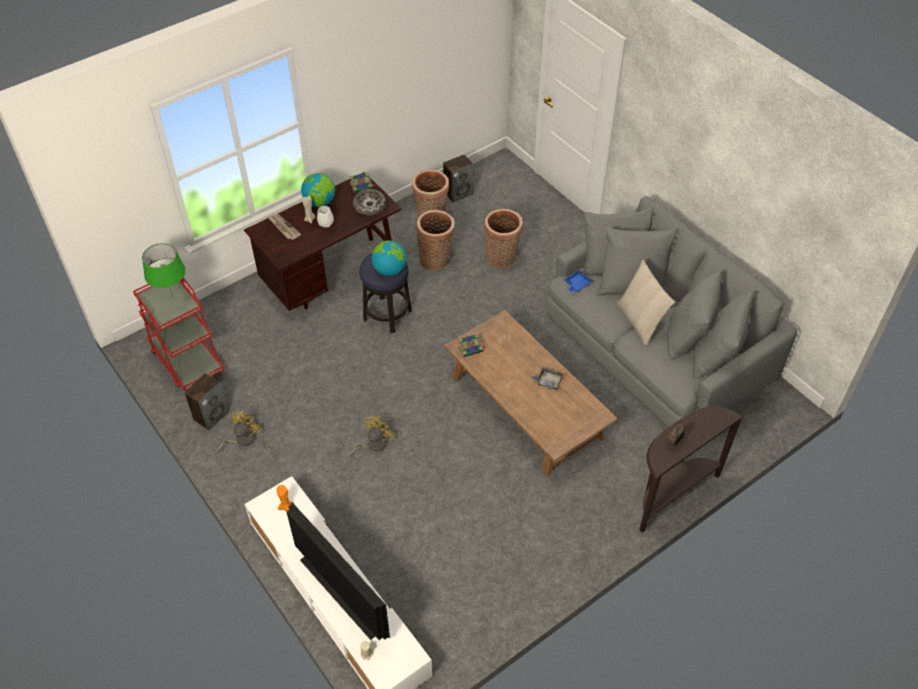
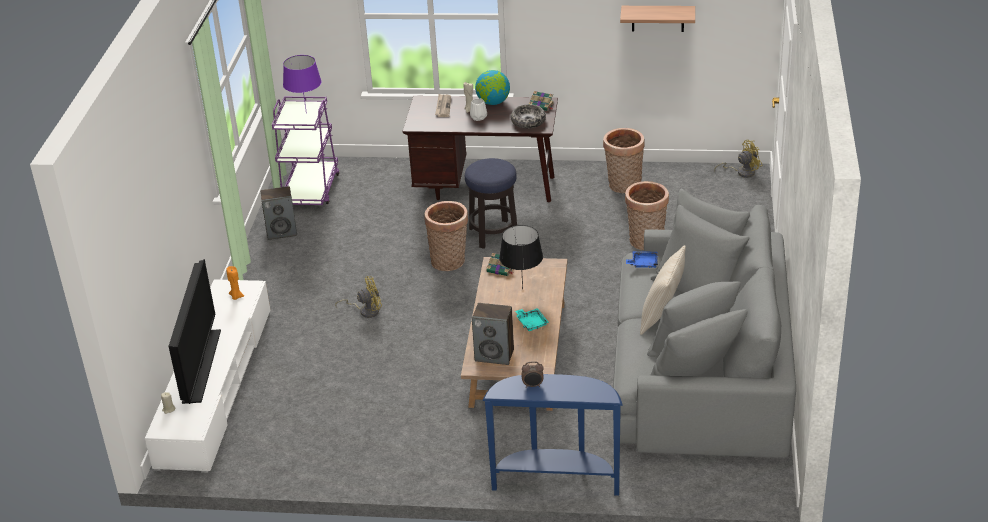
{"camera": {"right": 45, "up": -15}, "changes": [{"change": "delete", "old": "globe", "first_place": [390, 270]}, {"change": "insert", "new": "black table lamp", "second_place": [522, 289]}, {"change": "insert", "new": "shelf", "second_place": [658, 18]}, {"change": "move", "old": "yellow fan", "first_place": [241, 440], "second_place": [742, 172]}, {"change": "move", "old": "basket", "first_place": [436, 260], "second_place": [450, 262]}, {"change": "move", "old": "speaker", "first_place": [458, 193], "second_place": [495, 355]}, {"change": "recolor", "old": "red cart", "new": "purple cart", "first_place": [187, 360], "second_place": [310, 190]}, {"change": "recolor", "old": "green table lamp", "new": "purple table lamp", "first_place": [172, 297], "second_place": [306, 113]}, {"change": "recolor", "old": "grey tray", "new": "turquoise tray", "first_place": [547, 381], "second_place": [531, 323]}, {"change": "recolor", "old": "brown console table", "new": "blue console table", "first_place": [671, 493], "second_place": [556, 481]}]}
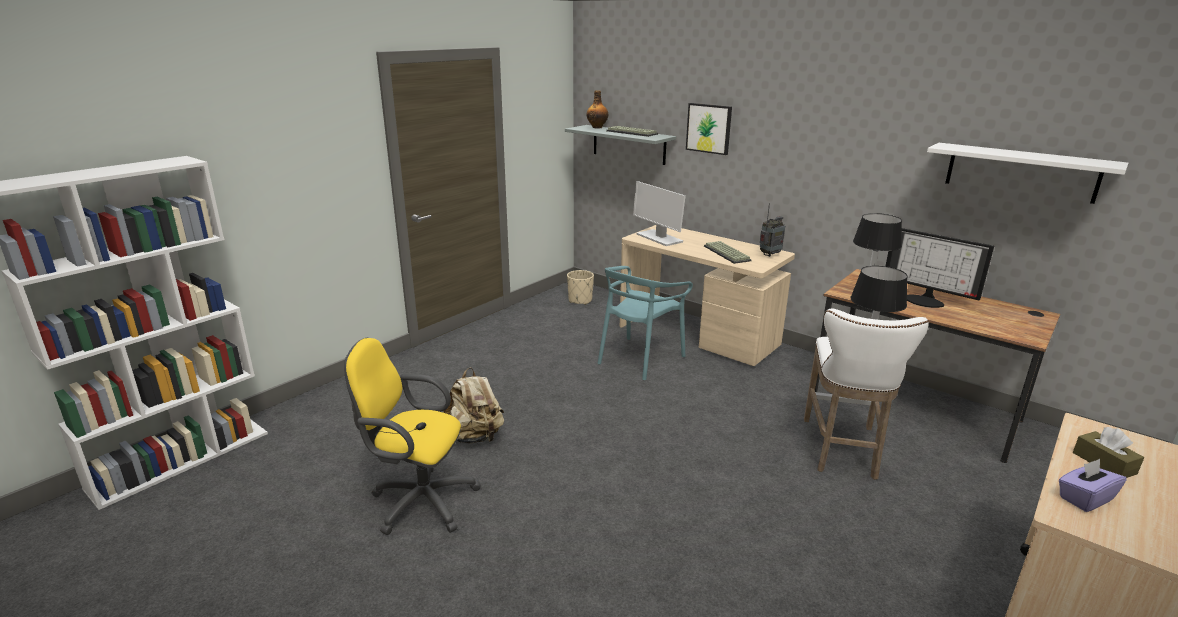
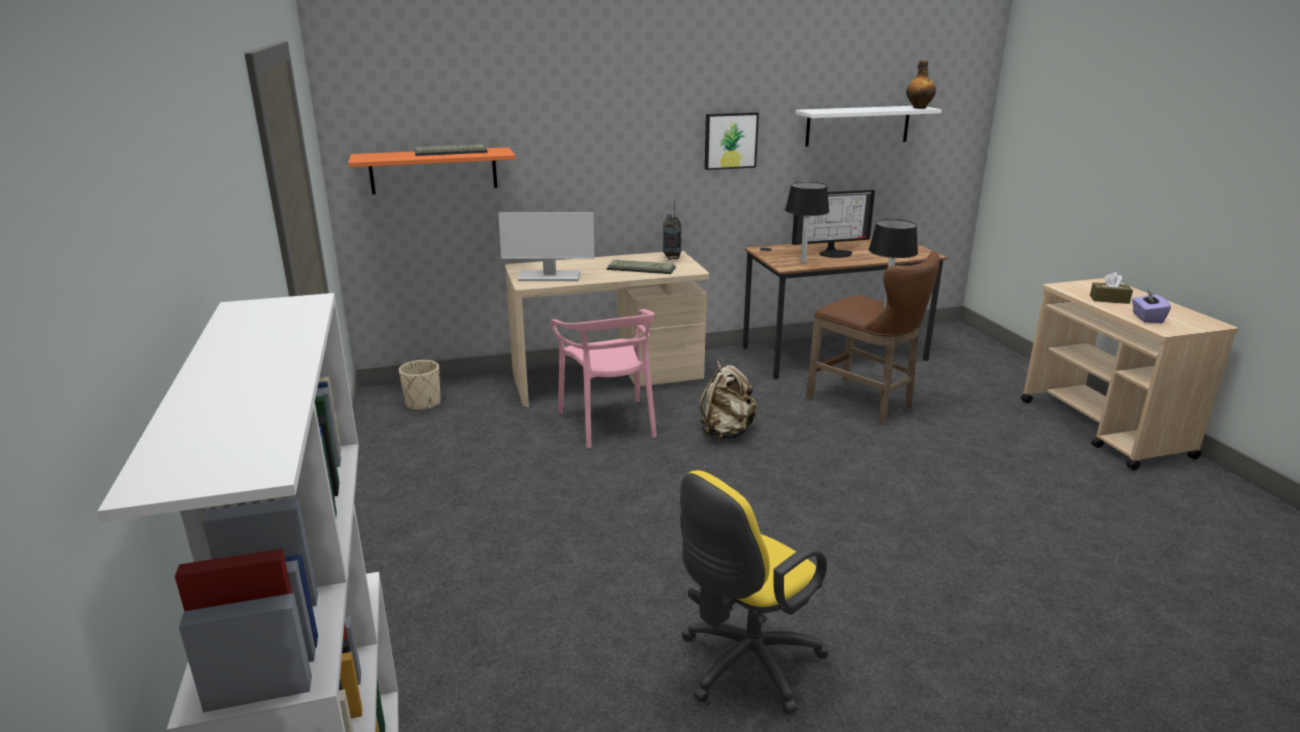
{"camera": {"right": -55, "up": 0}, "changes": [{"change": "move", "old": "beige backpack", "first_place": [475, 437], "second_place": [726, 433]}, {"change": "move", "old": "bottle", "first_place": [597, 127], "second_place": [919, 108]}, {"change": "move", "old": "picture", "first_place": [709, 128], "second_place": [730, 140]}, {"change": "recolor", "old": "grey shelf", "new": "orange shelf", "first_place": [628, 144], "second_place": [433, 170]}, {"change": "recolor", "old": "turquoise chair", "new": "pink chair", "first_place": [639, 358], "second_place": [609, 423]}, {"change": "recolor", "old": "white stool", "new": "brown stool", "first_place": [841, 451], "second_place": [865, 404]}]}
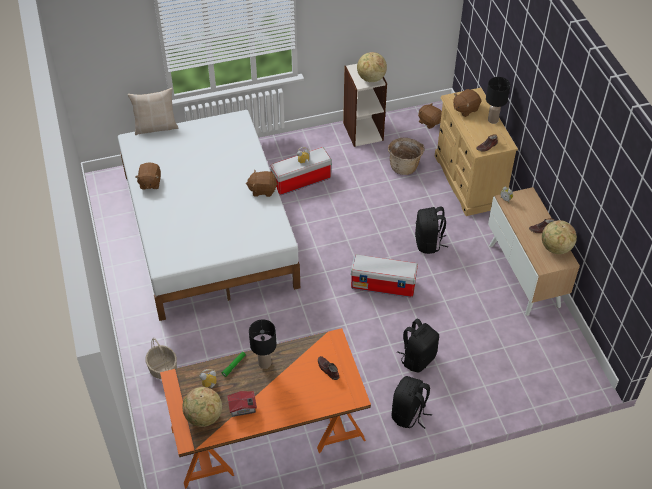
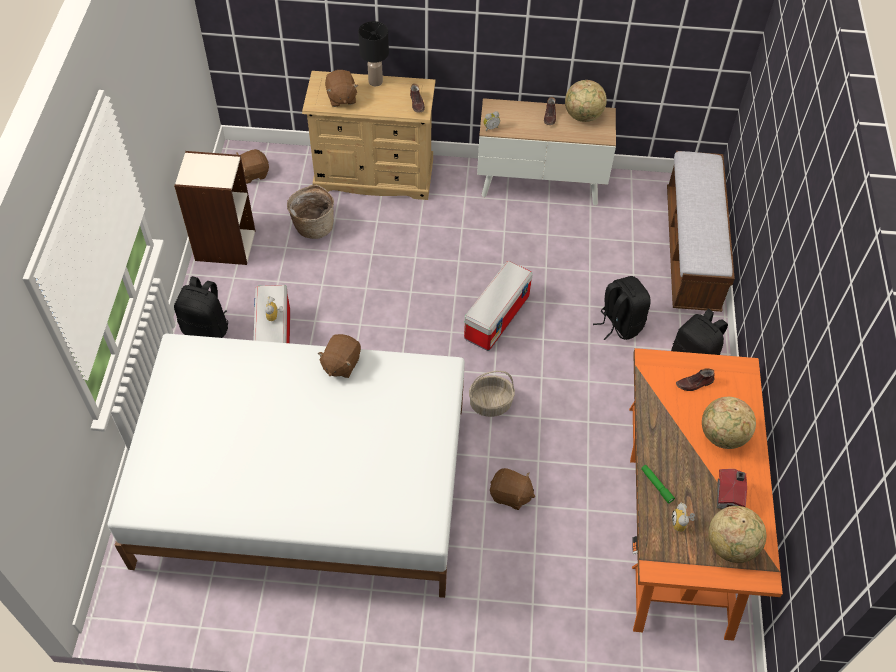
{"camera": {"right": -70, "up": 5}, "changes": [{"change": "delete", "old": "beige pillow", "first_place": [156, 127]}, {"change": "delete", "old": "black table lamp", "first_place": [265, 363]}, {"change": "insert", "new": "bench", "second_place": [691, 250]}, {"change": "move", "old": "brown plush toy", "first_place": [150, 183], "second_place": [510, 495]}, {"change": "move", "old": "basket", "first_place": [162, 368], "second_place": [490, 404]}, {"change": "move", "old": "globe", "first_place": [371, 78], "second_place": [722, 436]}, {"change": "move", "old": "black backpack", "first_place": [428, 243], "second_place": [206, 328]}]}
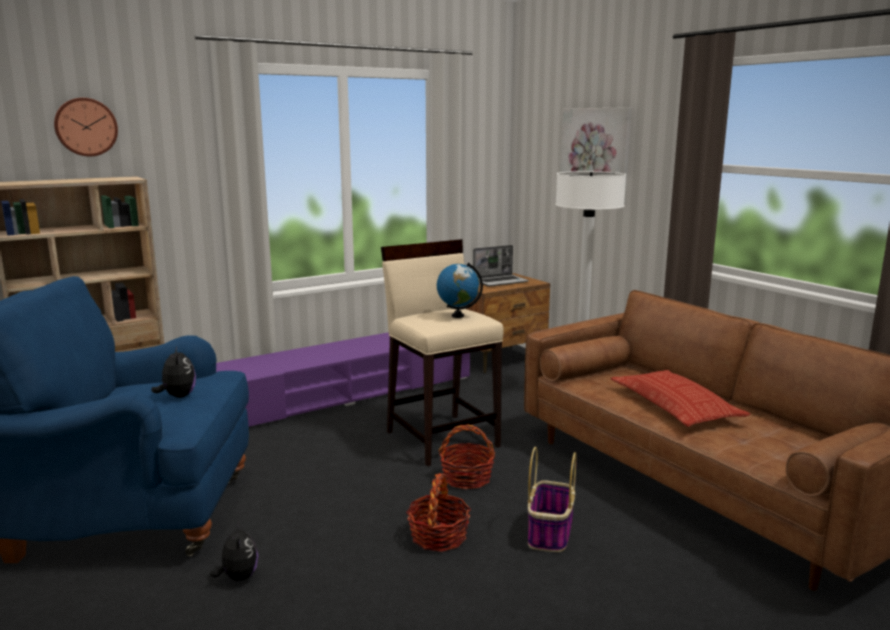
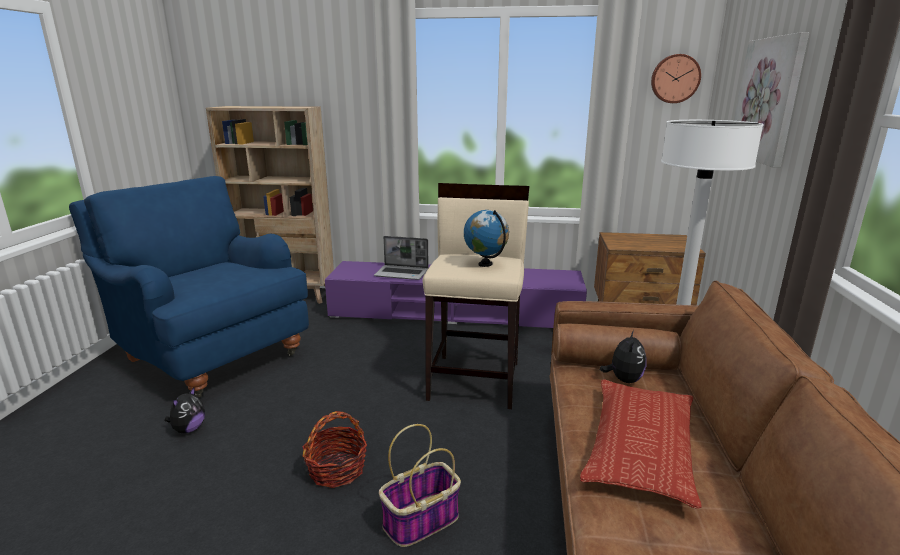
{"camera": {"right": 40, "up": 5}, "changes": [{"change": "delete", "old": "basket", "first_place": [467, 478]}, {"change": "move", "old": "wall clock", "first_place": [86, 127], "second_place": [675, 79]}, {"change": "move", "old": "plush toy", "first_place": [178, 396], "second_place": [623, 380]}, {"change": "move", "old": "laptop", "first_place": [500, 281], "second_place": [402, 273]}]}
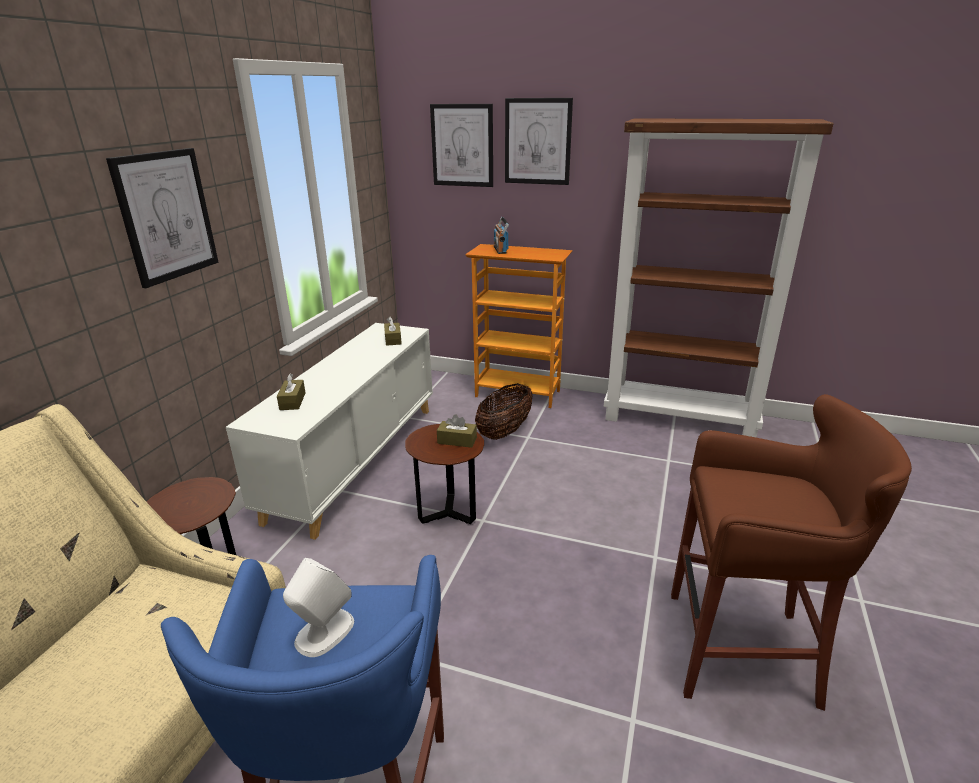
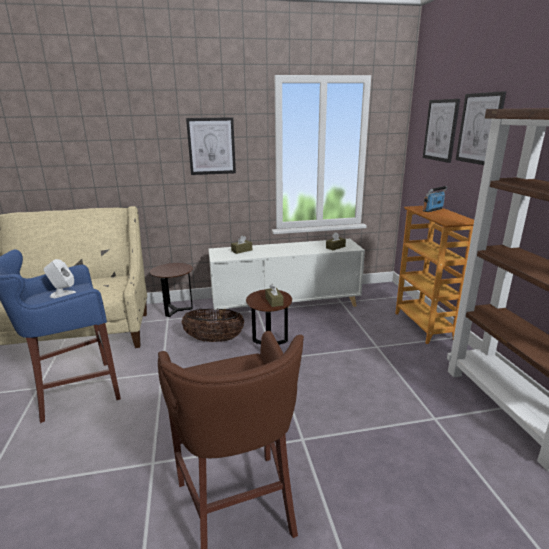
{"camera": {"right": 60, "up": -5}, "changes": [{"change": "move", "old": "basket", "first_place": [504, 431], "second_place": [214, 340]}]}
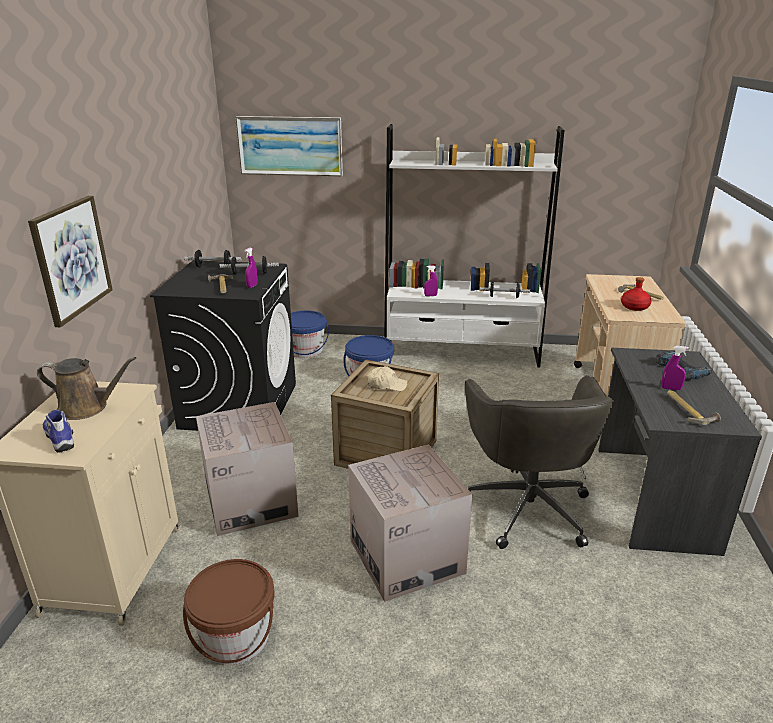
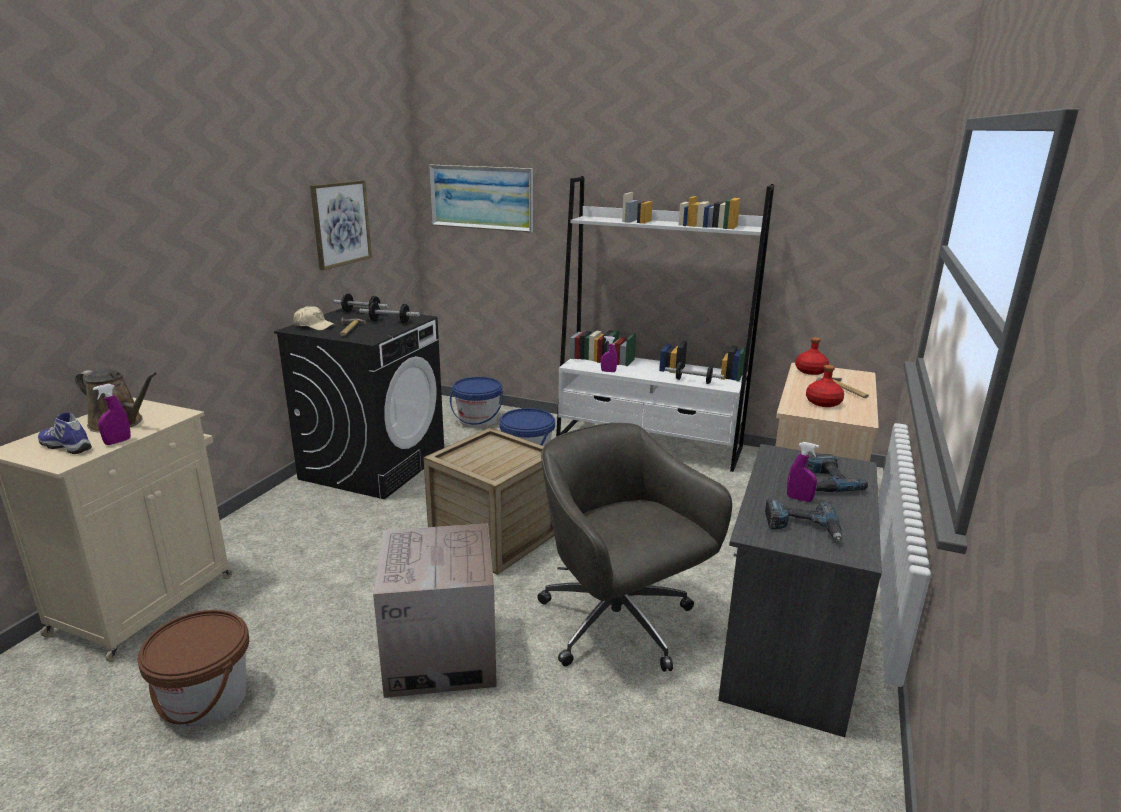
{"camera": {"right": 15, "up": -5}, "changes": [{"change": "delete", "old": "cardboard box", "first_place": [251, 501]}, {"change": "insert", "new": "red bottle", "second_place": [810, 371]}, {"change": "move", "old": "picture", "first_place": [71, 259], "second_place": [341, 223]}, {"change": "move", "old": "purple spray bottle", "first_place": [252, 286], "second_place": [118, 442]}, {"change": "move", "old": "beige cap", "first_place": [386, 385], "second_place": [314, 326]}, {"change": "replace", "old": "hammer", "new": "power drill", "first_place": [689, 410], "second_place": [802, 527]}, {"change": "rotate", "old": "shoe", "first_place": [61, 438], "second_place": [68, 446], "degrees": -45}, {"change": "rotate", "old": "grey office chair", "first_place": [527, 506], "second_place": [619, 625], "degrees": 135}]}
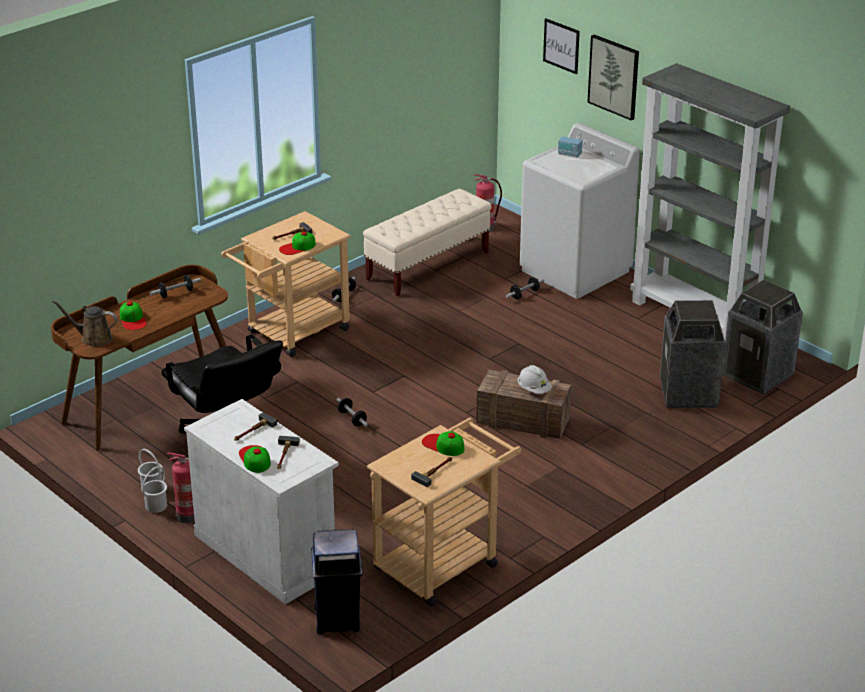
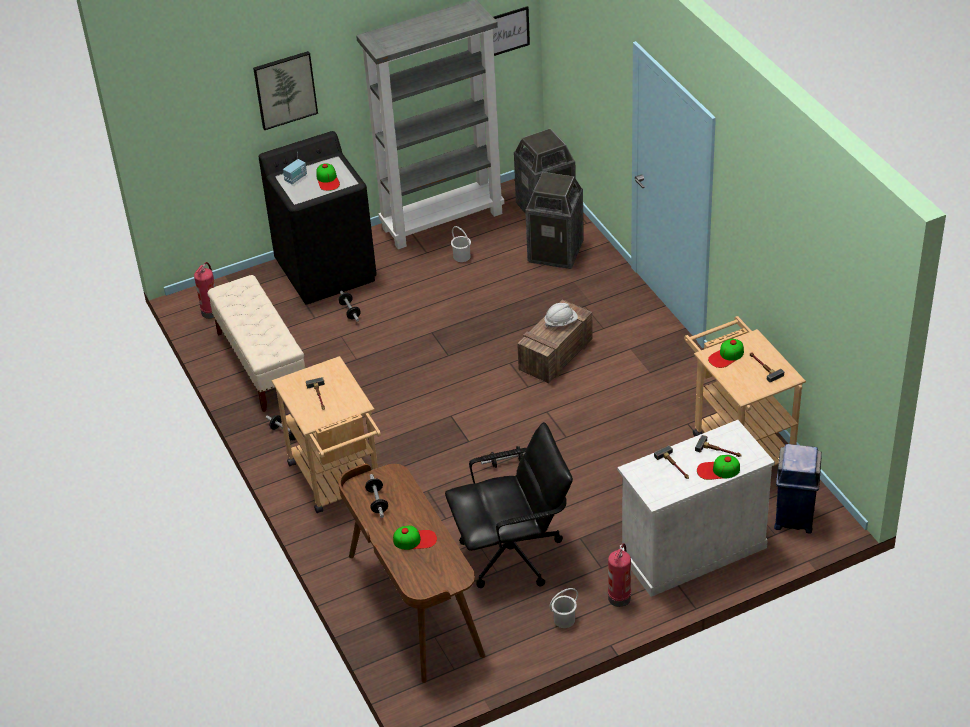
{"camera": {"right": -70, "up": 10}, "changes": [{"change": "delete", "old": "brown watering can", "first_place": [93, 338]}, {"change": "move", "old": "white bucket", "first_place": [155, 506], "second_place": [461, 257]}, {"change": "move", "old": "cap", "first_place": [297, 247], "second_place": [328, 180]}, {"change": "move", "old": "picture", "first_place": [561, 46], "second_place": [508, 31]}, {"change": "recolor", "old": "white washing machine", "new": "black washing machine", "first_place": [575, 271], "second_place": [326, 271]}]}
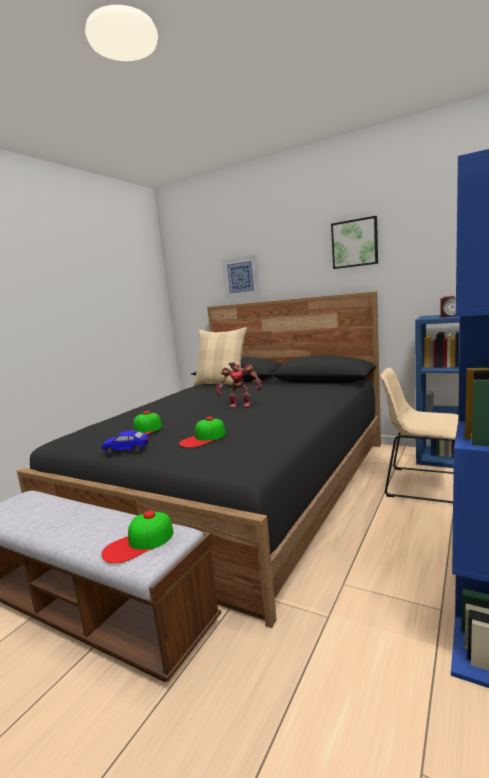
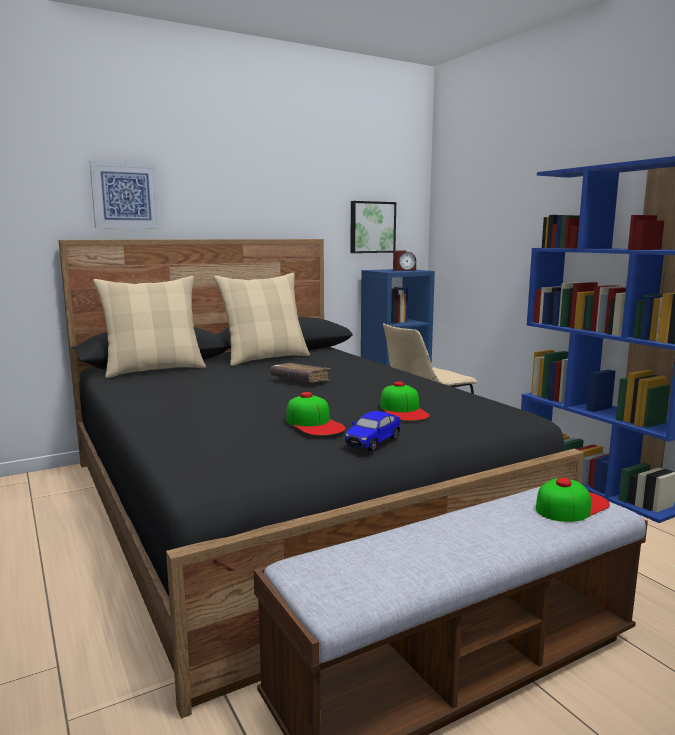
{"camera": {"right": -60, "up": 0}, "changes": [{"change": "insert", "new": "beige pillow", "second_place": [265, 358]}, {"change": "move", "old": "picture", "first_place": [355, 243], "second_place": [371, 227]}, {"change": "replace", "old": "toy robot", "new": "brown book", "first_place": [240, 404], "second_place": [300, 380]}, {"change": "rotate", "old": "cap", "first_place": [139, 543], "second_place": [571, 505], "degrees": -120}]}
